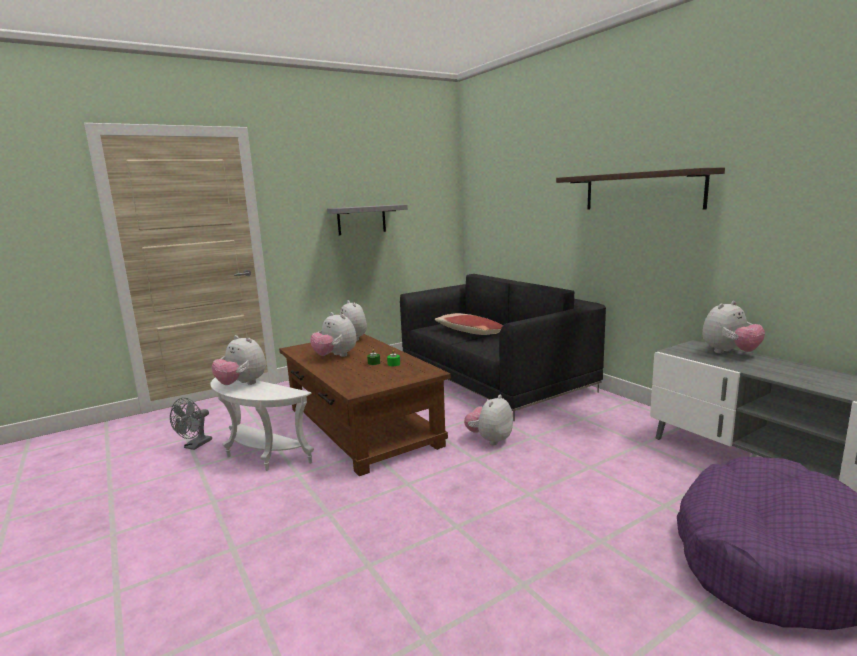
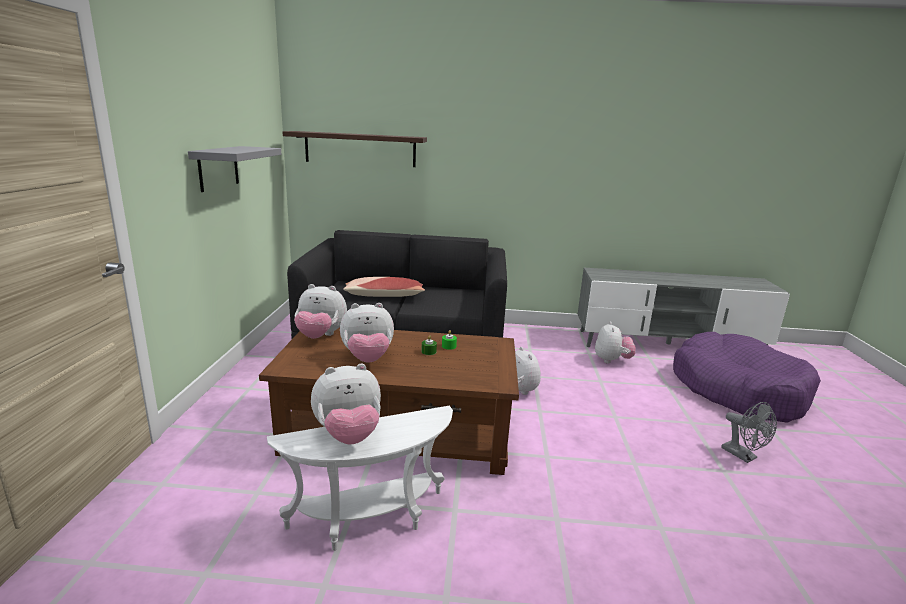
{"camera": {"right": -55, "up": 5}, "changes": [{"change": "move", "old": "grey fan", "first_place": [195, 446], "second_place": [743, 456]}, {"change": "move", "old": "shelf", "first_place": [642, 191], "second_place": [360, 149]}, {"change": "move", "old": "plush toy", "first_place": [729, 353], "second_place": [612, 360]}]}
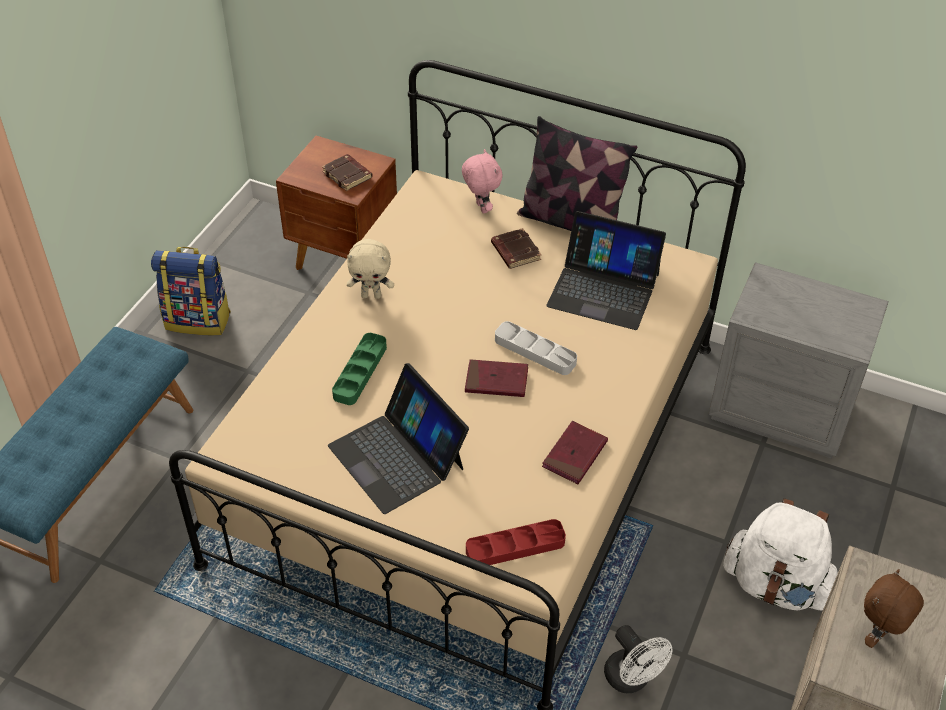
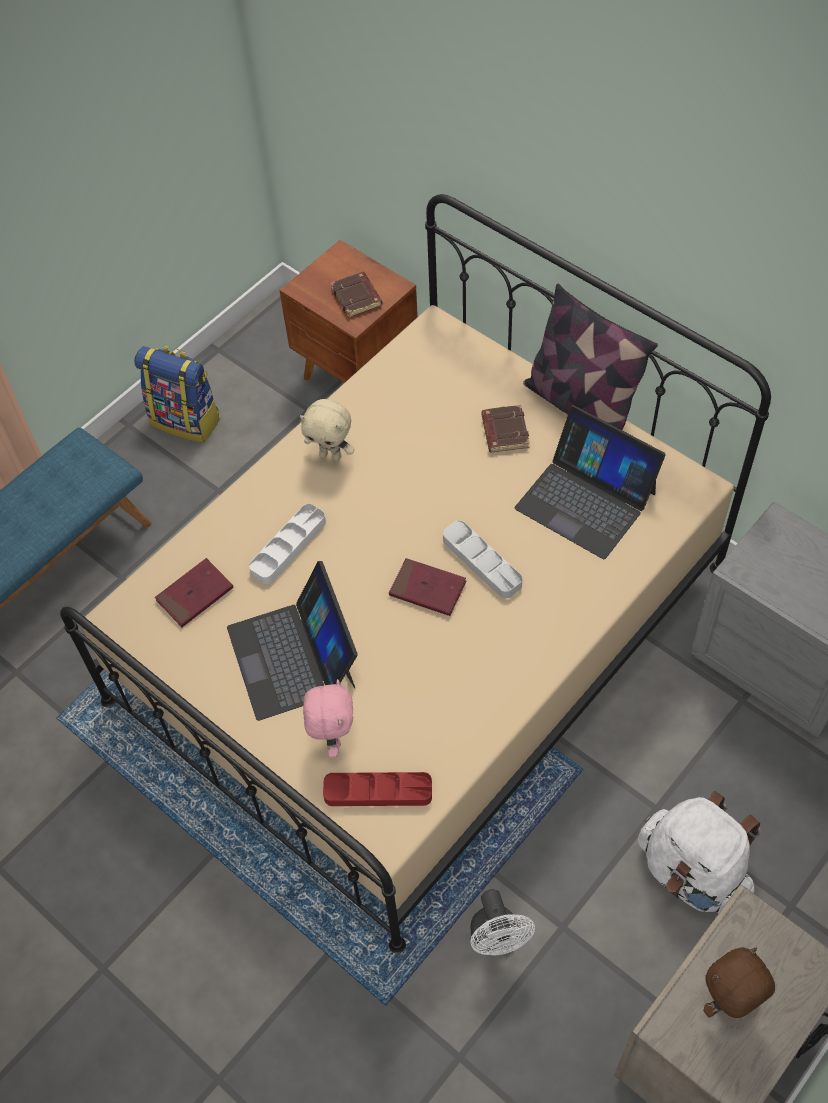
{"camera": {"right": 20, "up": 10}, "changes": [{"change": "move", "old": "pink plush toy", "first_place": [480, 208], "second_place": [332, 737]}, {"change": "move", "old": "red book", "first_place": [574, 455], "second_place": [195, 595]}, {"change": "recolor", "old": "green tray", "new": "white tray", "first_place": [360, 372], "second_place": [288, 546]}]}
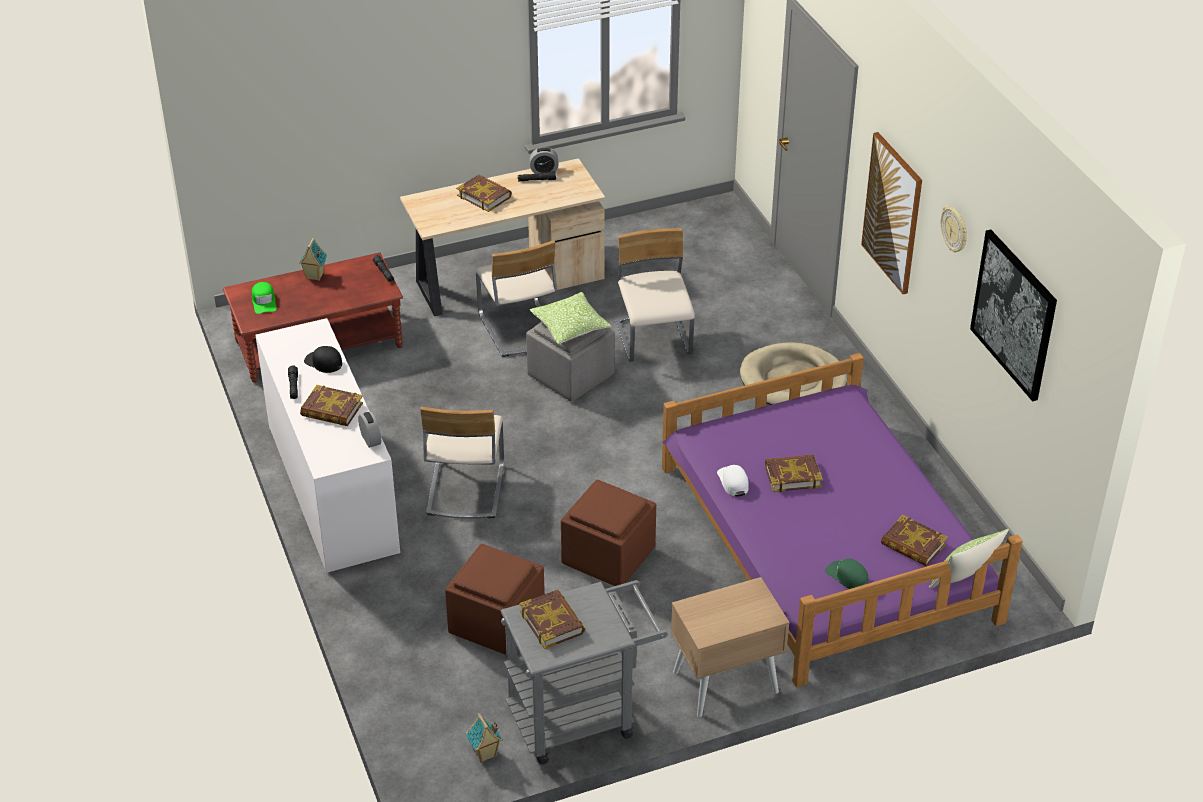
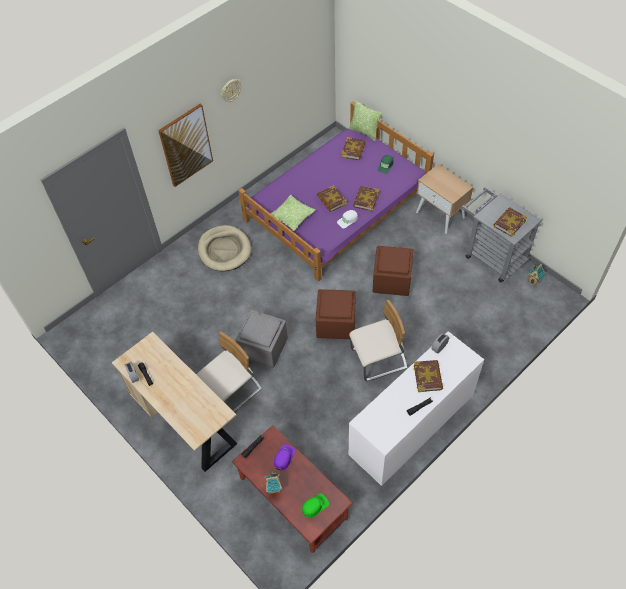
{"camera": {"right": -110, "up": 15}, "changes": [{"change": "delete", "old": "black cap", "first_place": [323, 362]}, {"change": "delete", "old": "beige chair", "first_place": [654, 339]}, {"change": "delete", "old": "picture", "first_place": [1014, 314]}, {"change": "insert", "new": "purple cap", "second_place": [284, 457]}, {"change": "move", "old": "brown ottoman", "first_place": [495, 623], "second_place": [336, 324]}, {"change": "move", "old": "book", "first_place": [484, 196], "second_place": [366, 200]}, {"change": "move", "old": "pillow", "first_place": [570, 326], "second_place": [292, 216]}]}
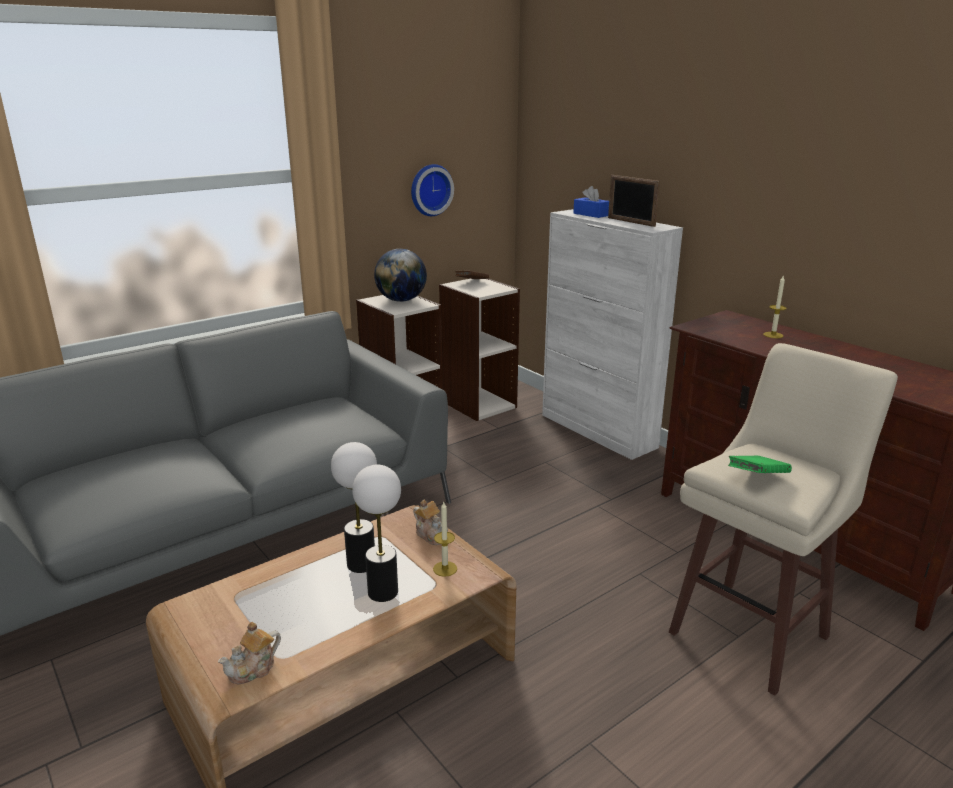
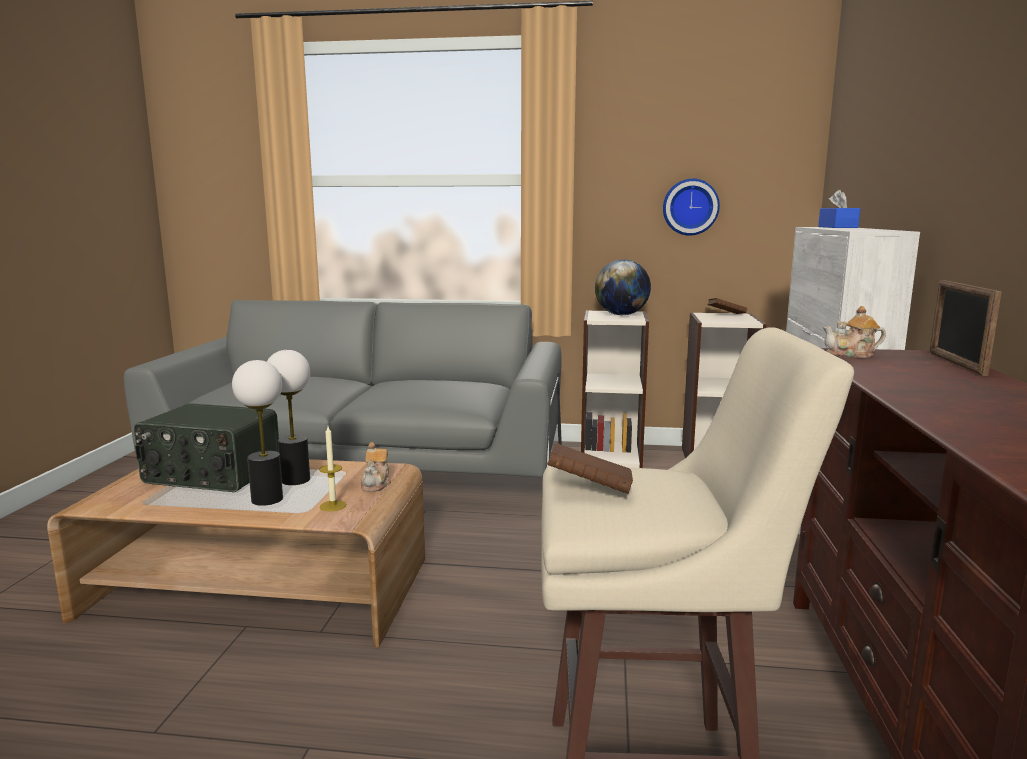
{"camera": {"right": 45, "up": -10}, "changes": [{"change": "delete", "old": "candle", "first_place": [773, 335]}, {"change": "insert", "new": "radio", "second_place": [211, 475]}, {"change": "move", "old": "teapot", "first_place": [253, 669], "second_place": [851, 355]}, {"change": "move", "old": "picture frame", "first_place": [630, 222], "second_place": [956, 363]}, {"change": "recolor", "old": "green book", "new": "brown book", "first_place": [757, 478], "second_place": [589, 490]}]}
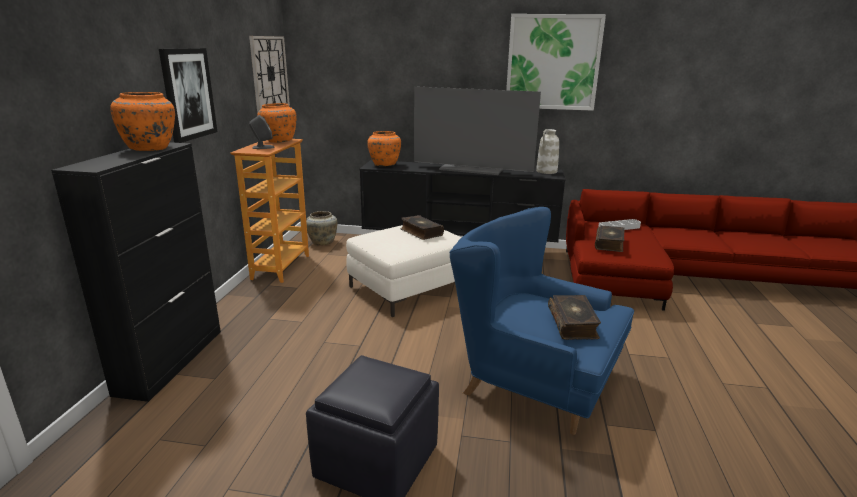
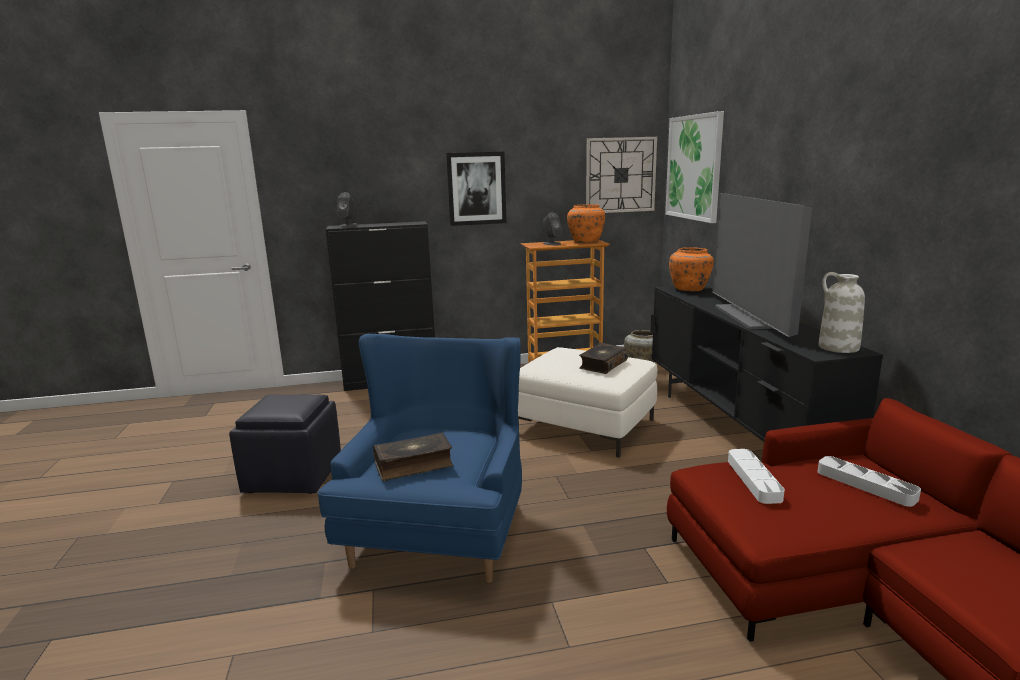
{"camera": {"right": 70, "up": -5}, "changes": [{"change": "delete", "old": "orange vase", "first_place": [151, 148]}, {"change": "insert", "new": "grey speaker", "second_place": [348, 225]}, {"change": "move", "old": "picture", "first_place": [553, 62], "second_place": [694, 167]}, {"change": "replace", "old": "book", "new": "white tray", "first_place": [609, 244], "second_place": [753, 479]}]}
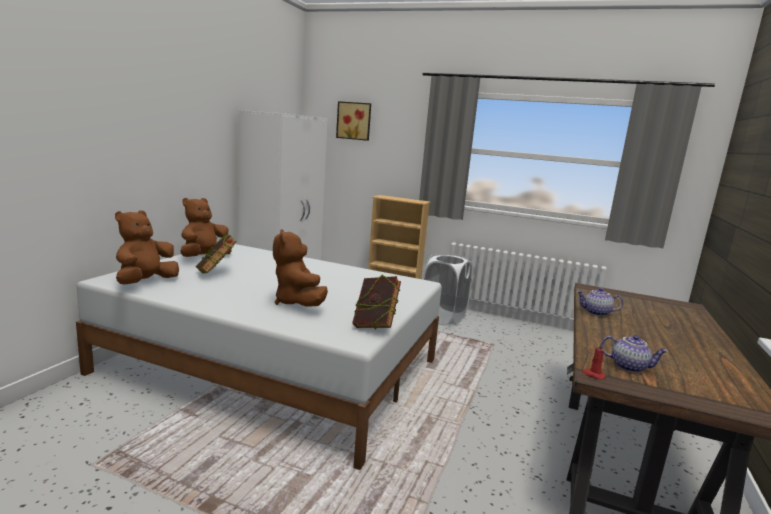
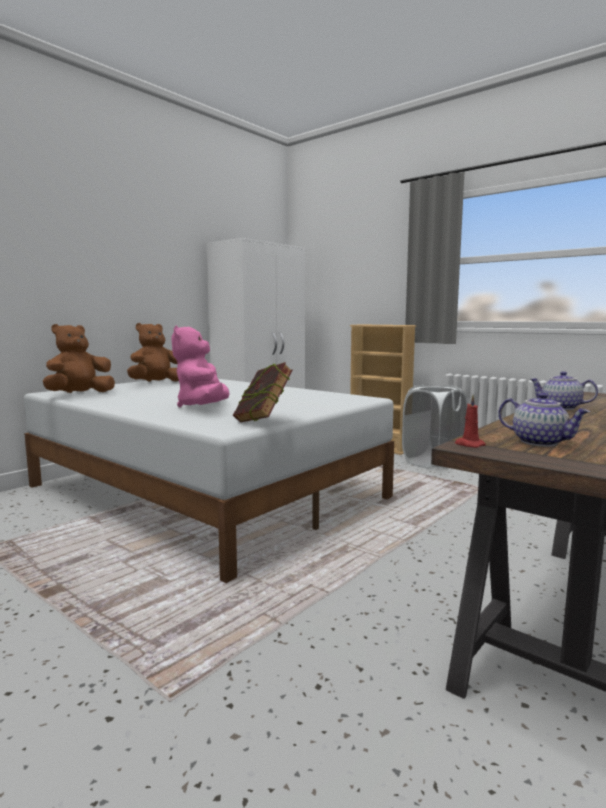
{"camera": {"right": 20, "up": -5}, "changes": [{"change": "delete", "old": "book", "first_place": [216, 274]}, {"change": "delete", "old": "picture", "first_place": [354, 121]}, {"change": "recolor", "old": "brown plush toy", "new": "pink plush toy", "first_place": [298, 303], "second_place": [203, 407]}]}
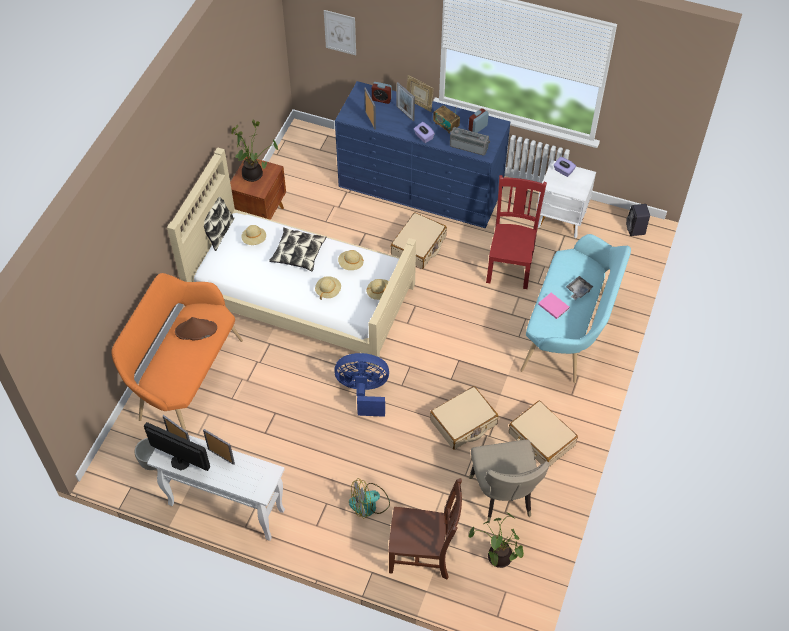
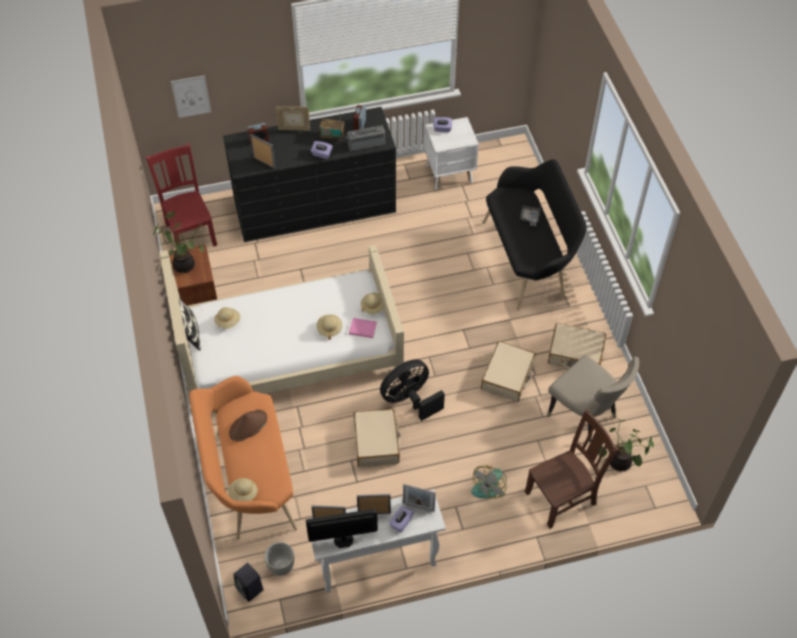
{"camera": {"right": -35, "up": 0}, "changes": [{"change": "delete", "old": "pillow", "first_place": [298, 253]}, {"change": "insert", "new": "purple tissue box", "second_place": [401, 522]}, {"change": "move", "old": "beige hat", "first_place": [351, 264], "second_place": [243, 494]}, {"change": "move", "old": "beige suitcase", "first_place": [418, 246], "second_place": [376, 442]}, {"change": "move", "old": "picture frame", "first_place": [405, 113], "second_place": [418, 507]}, {"change": "move", "old": "red chair", "first_place": [510, 265], "second_place": [190, 233]}, {"change": "move", "old": "pink book", "first_place": [553, 306], "second_place": [362, 328]}, {"change": "move", "old": "black speaker", "first_place": [636, 229], "second_place": [250, 589]}, {"change": "recolor", "old": "blue fan", "new": "black fan", "first_place": [364, 392], "second_place": [410, 399]}, {"change": "recolor", "old": "blue dresser", "new": "black dresser", "first_place": [420, 187], "second_place": [315, 206]}, {"change": "recolor", "old": "turquoise bench", "new": "black bench", "first_place": [569, 332], "second_place": [528, 259]}]}
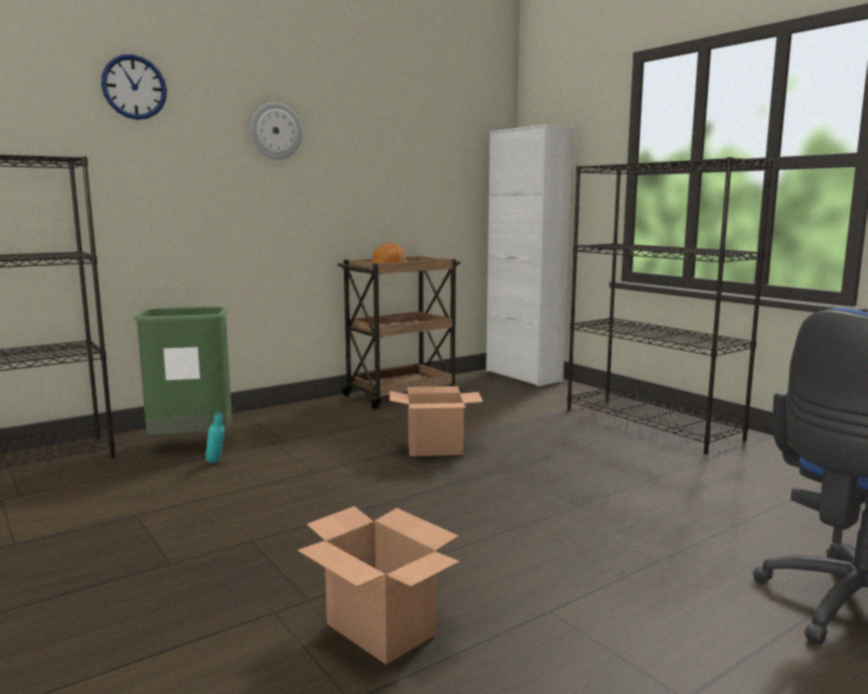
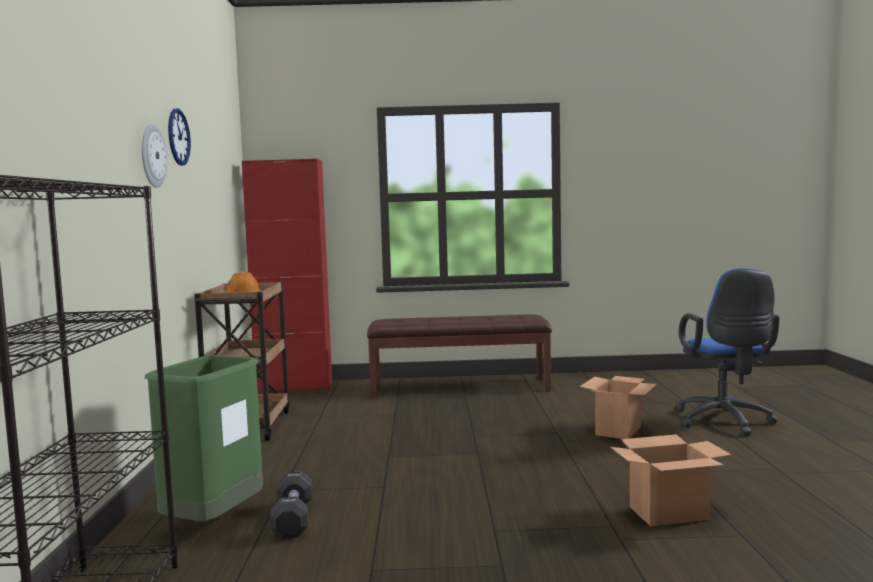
{"camera": {"right": -55, "up": -5}, "changes": [{"change": "move", "old": "wall clock", "first_place": [134, 87], "second_place": [178, 137]}, {"change": "move", "old": "cardboard box", "first_place": [435, 448], "second_place": [618, 430]}, {"change": "replace", "old": "turquoise bottle", "new": "black dumbbell", "first_place": [216, 463], "second_place": [293, 519]}, {"change": "replace", "old": "black bookcase", "new": "brown bench", "first_place": [652, 424], "second_place": [460, 387]}, {"change": "recolor", "old": "white cabinet", "new": "red cabinet", "first_place": [523, 376], "second_place": [294, 386]}]}
